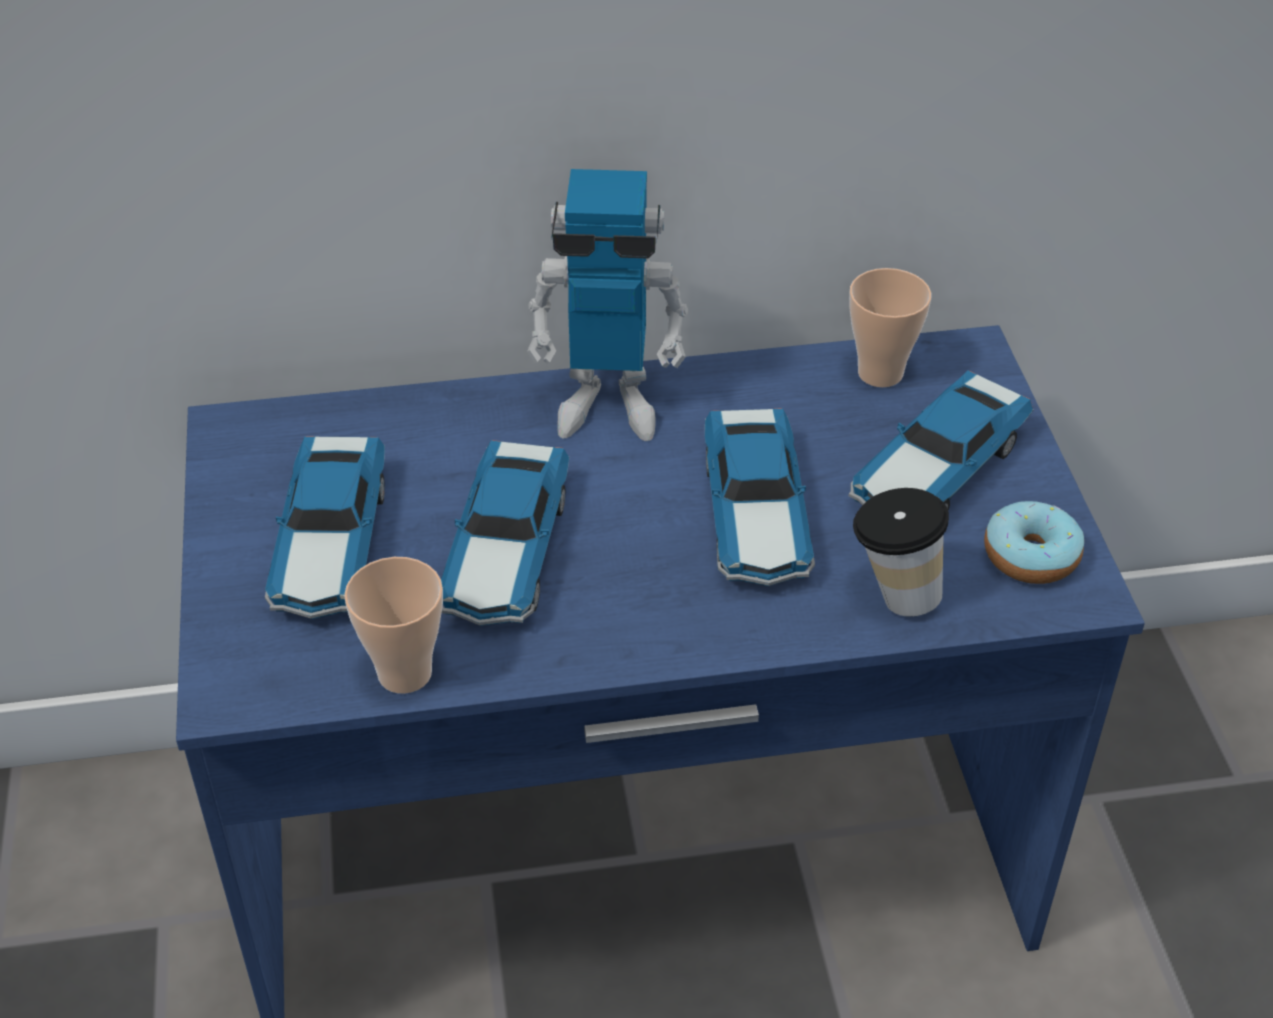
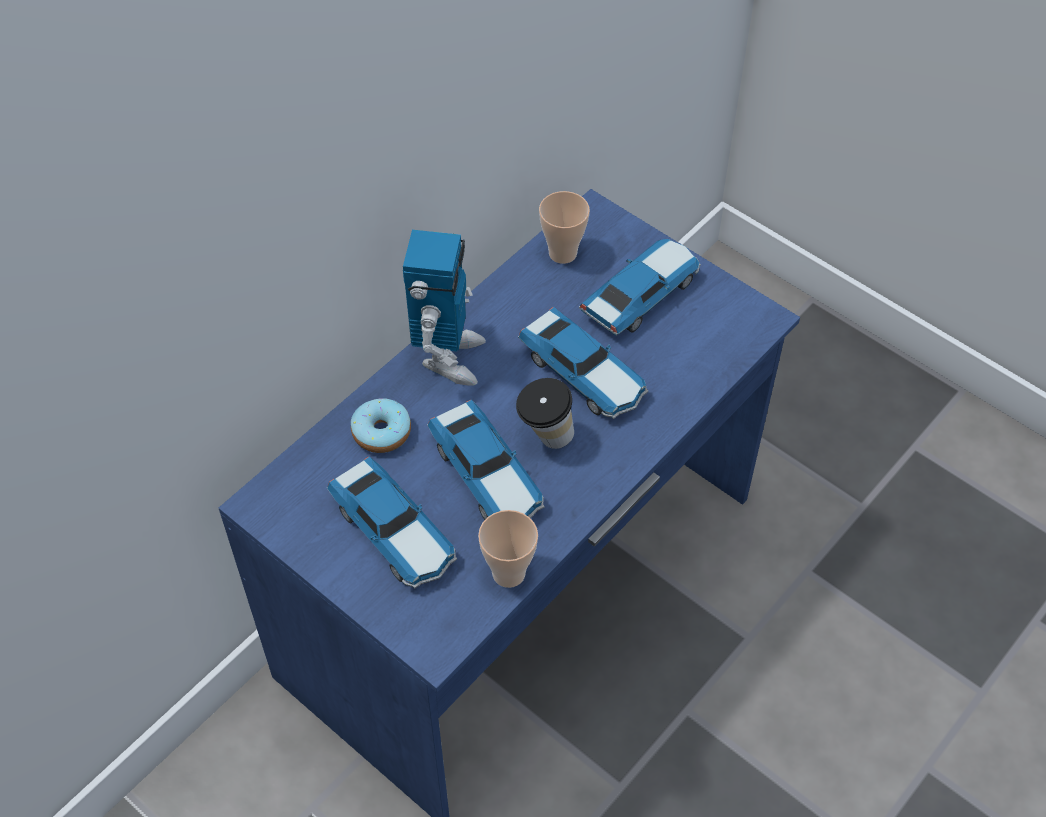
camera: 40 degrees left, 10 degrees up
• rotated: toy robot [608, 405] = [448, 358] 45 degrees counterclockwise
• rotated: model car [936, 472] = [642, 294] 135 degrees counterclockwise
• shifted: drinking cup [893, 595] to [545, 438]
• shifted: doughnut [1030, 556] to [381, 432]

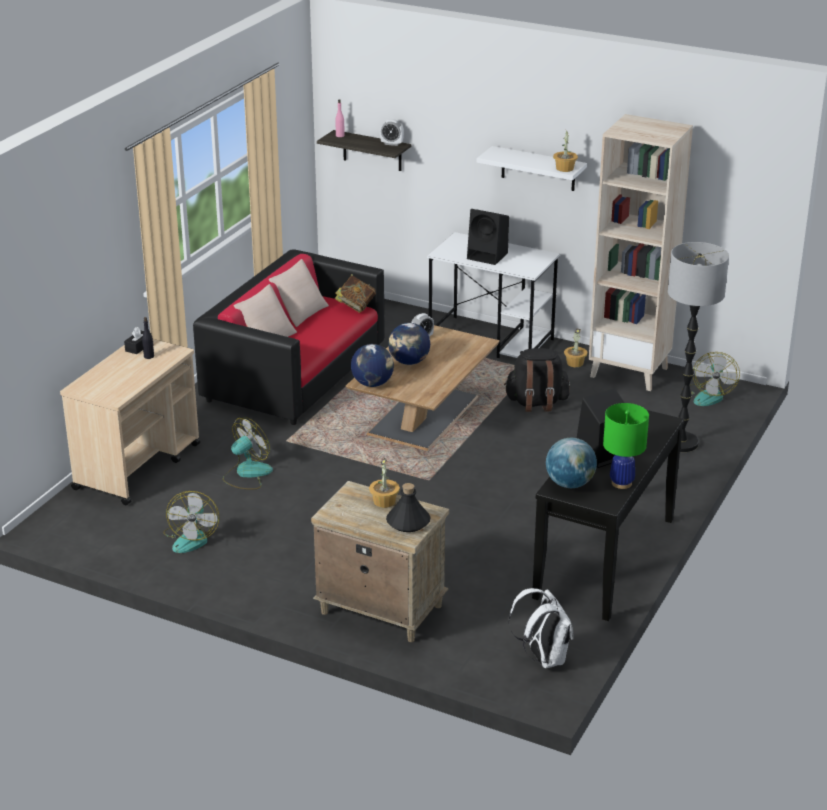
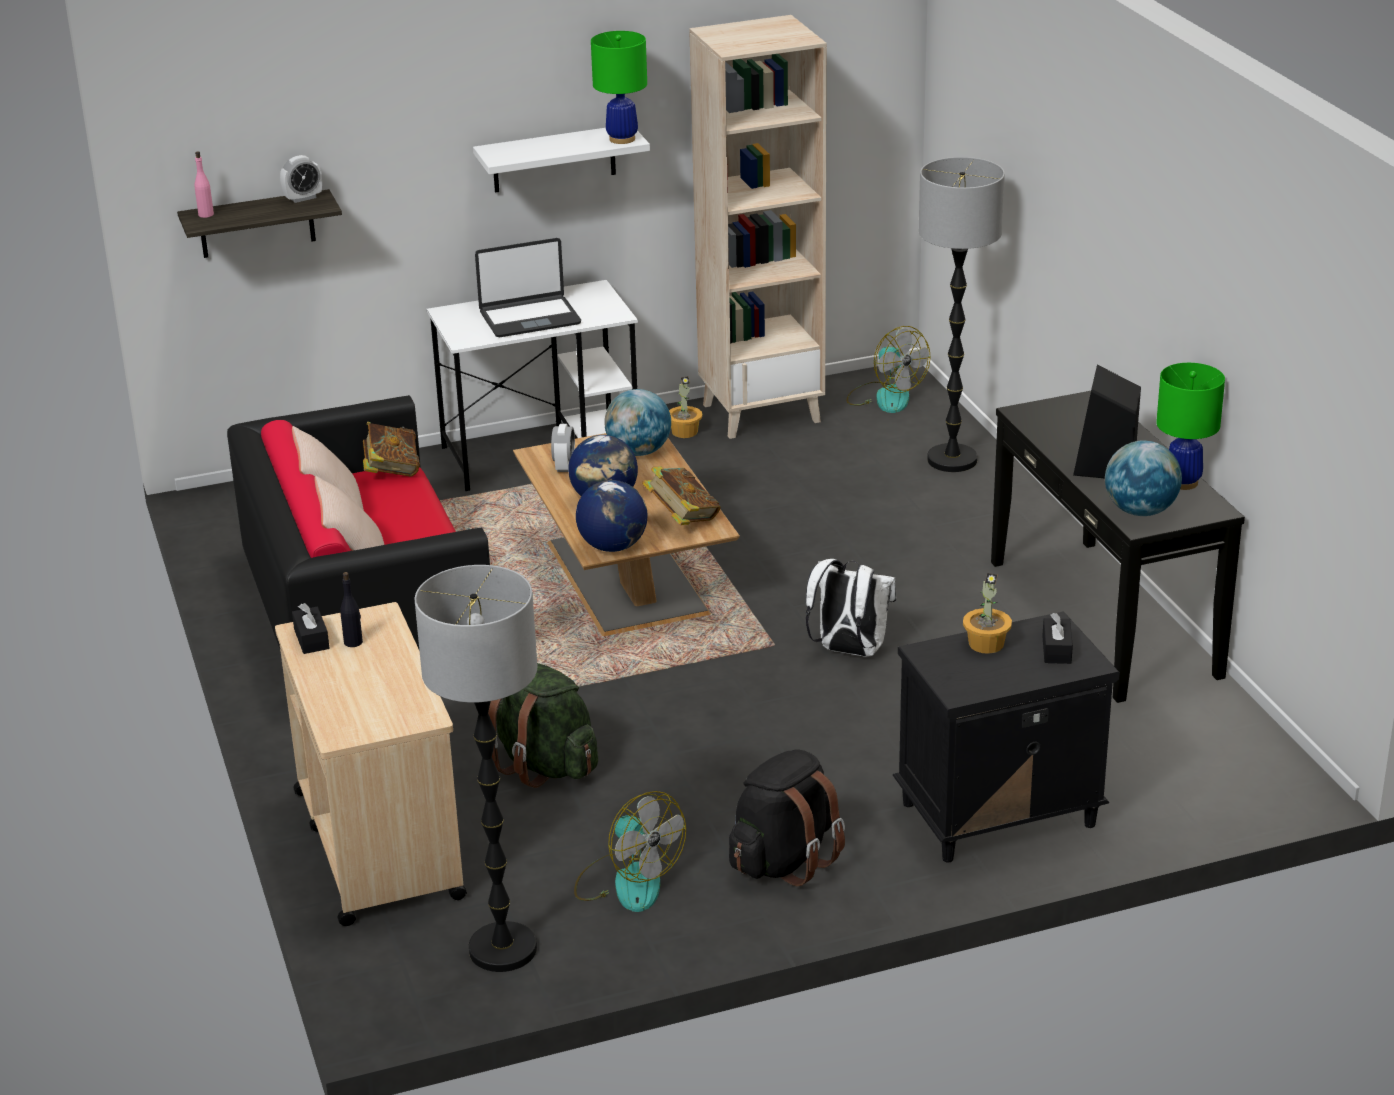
camera: 45 degrees left, 0 degrees up
• swapped: houseplant [564, 168] to green lamp for a table [622, 139]
• swapped: black audio speaker [488, 256] to laptop [529, 318]
• shifted: black rucksack [536, 403] to [784, 861]
• swapped: cooling fan [247, 474] to green rucksack [545, 766]
• repainted: sand-coloured nightstand [380, 609] to black nightstand [997, 815]
• swapped: black bottle [408, 522] to black tissue box [1056, 650]
• shifted: whitish rucksack [543, 658] to [848, 651]
• new: globe [638, 452]
• new: book [682, 519]
• new: standard lamp [502, 949]

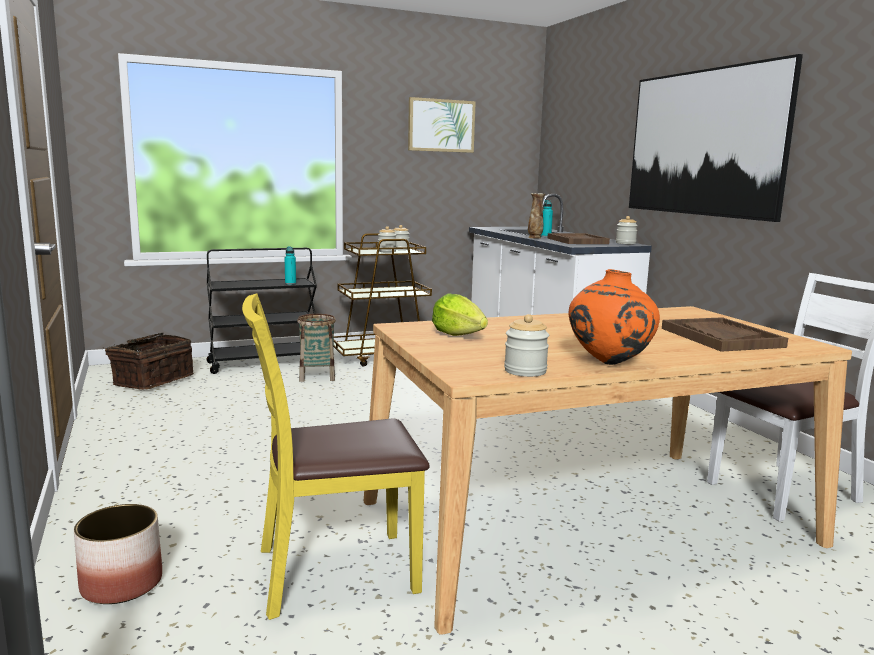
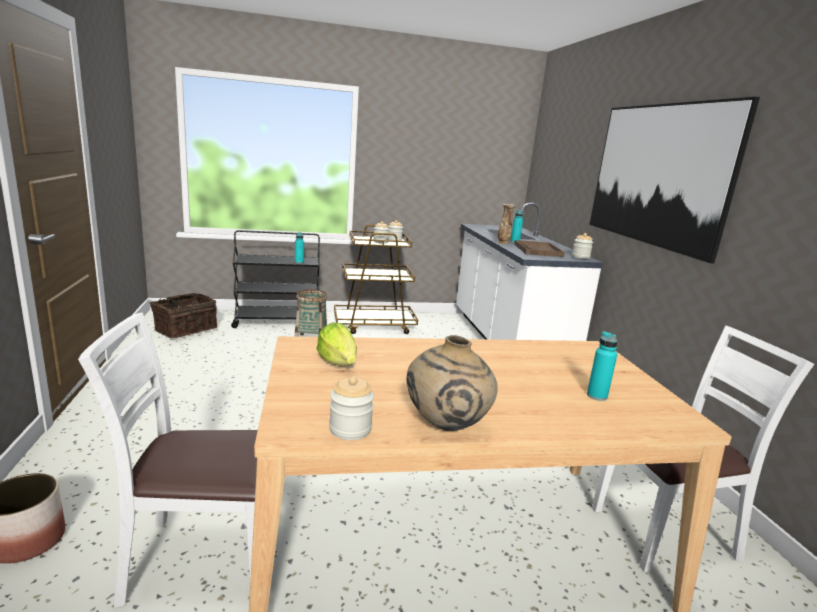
camera: 10 degrees right, 5 degrees up
• gone: picture [441, 125]
• repainted: orange flower vase [608, 363] to sand-coloured flower vase [446, 427]
• repainted: yellow-coloured upright chair [335, 571] to whitish upright chair [201, 559]
• swapped: brownish serving tray [720, 337] to turquoise-coloured bottle [597, 396]

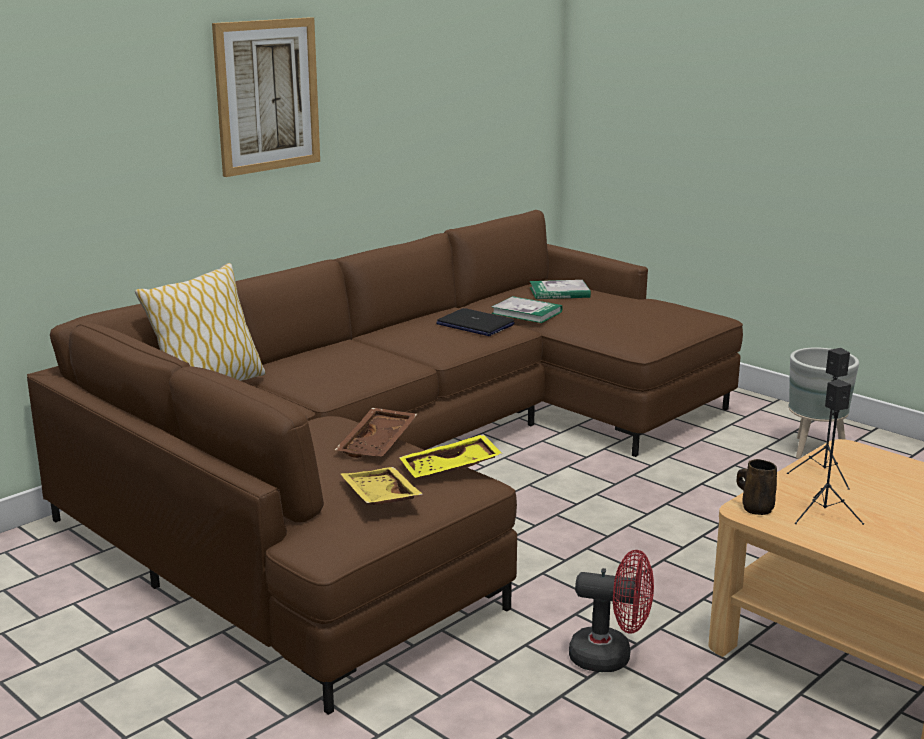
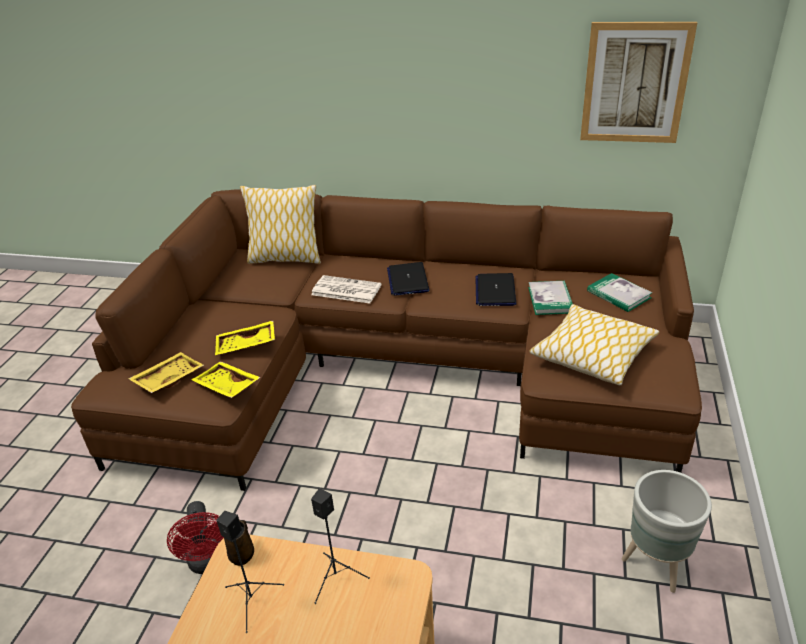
camera: 60 degrees right, 15 degrees up
• shifted: picture [267, 95] to [635, 83]
• repainted: brownish serving tray [379, 444] to yellow-coloured serving tray [246, 345]
• new: laptop [407, 280]
• new: printed paper [345, 290]
• new: cushion [592, 354]

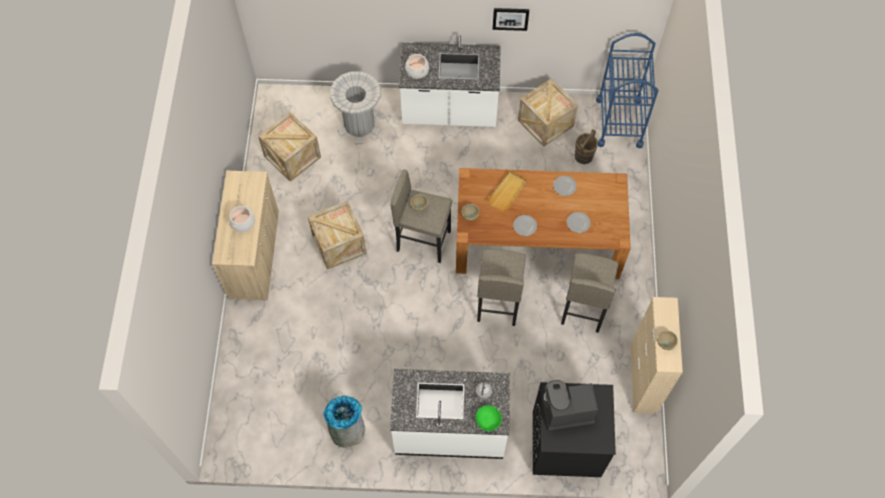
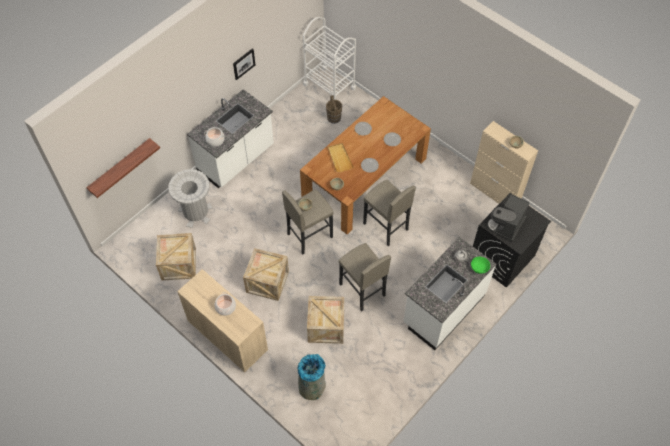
camera: 50 degrees left, 5 degrees down
• repainted: blue-coloured trolley [619, 122] to whitish trolley [329, 86]
• shifted: shipping crate [545, 123] to [326, 326]
• shifted: gray stool seat [583, 307] to [362, 290]
• shifted: gray waste bin [348, 431] to [312, 386]
• new: shelf [120, 167]

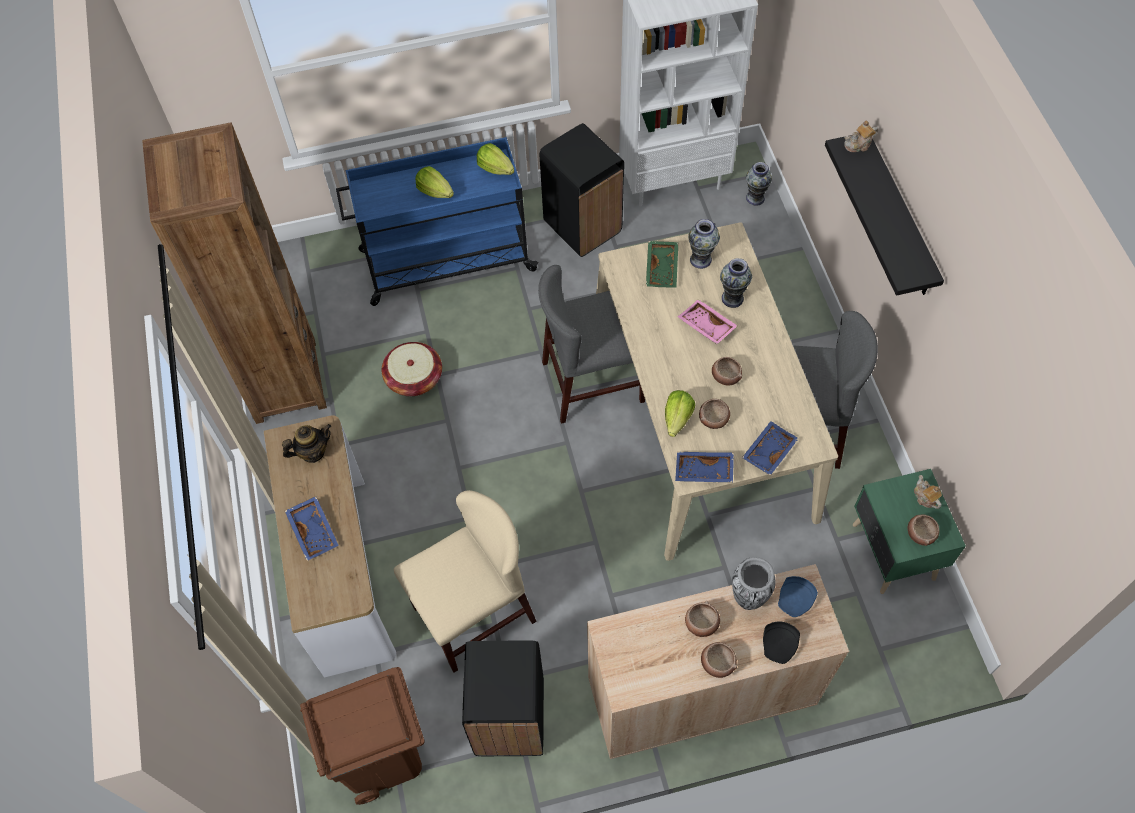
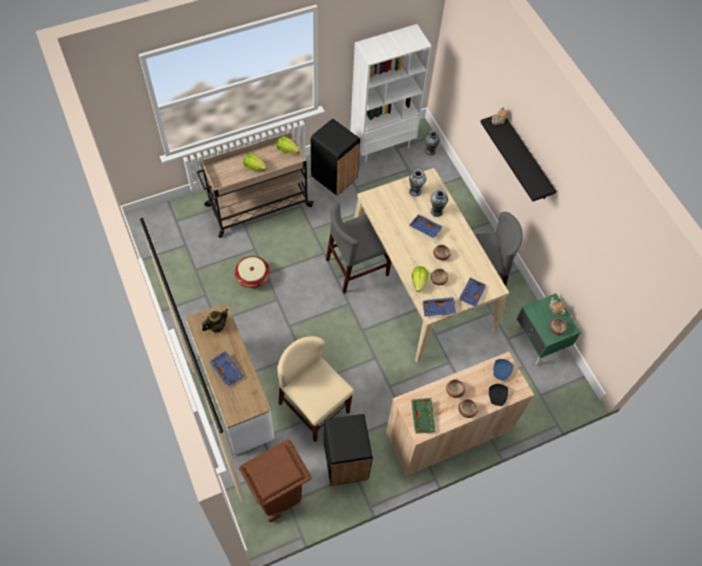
camera: 15 degrees left, 0 degrees up
• gone: brownish bookshelf [285, 381]
• repainted: blue-coloured trolley [445, 261] to sand-coloured trolley [257, 206]
• shifted: green serving tray [663, 268] to [423, 417]
• repainted: pinkish serving tray [706, 326] to blue-coloured serving tray [425, 229]
• rotated: sand-coloured upright chair [474, 614] = [314, 407] 90 degrees counterclockwise
• gone: flower vase [748, 597]

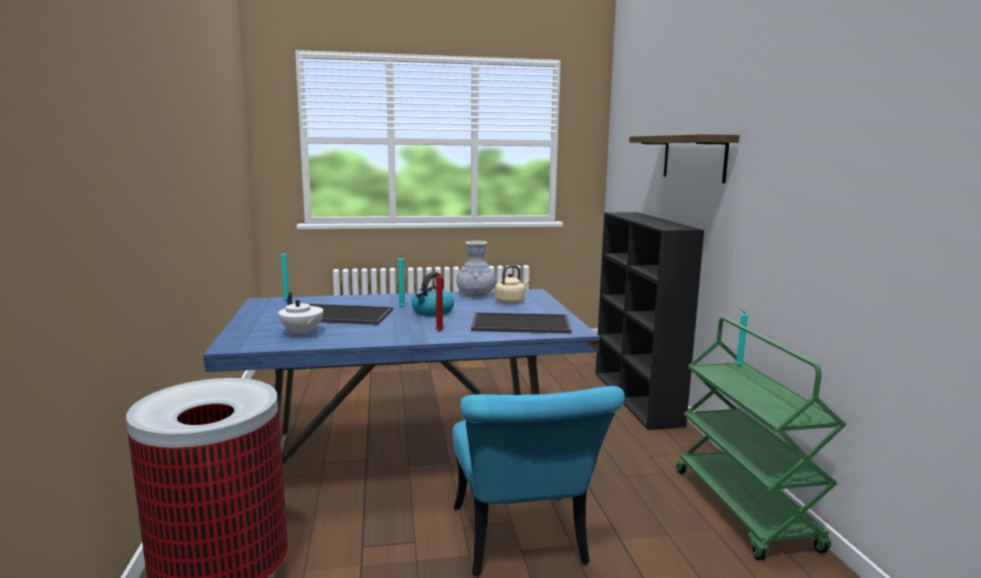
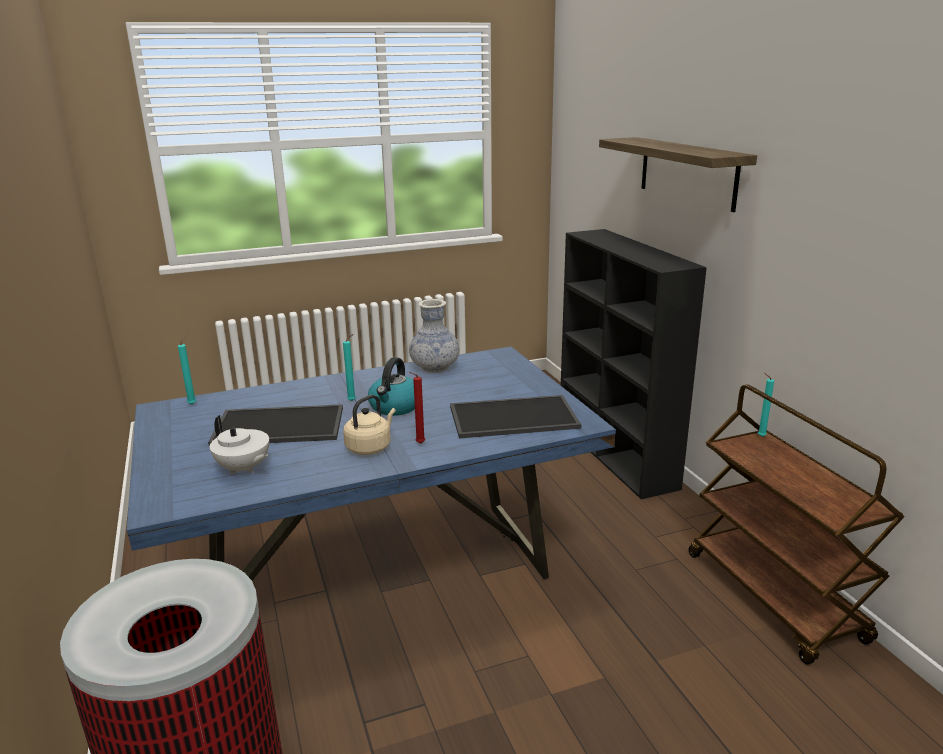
camera: 10 degrees left, 10 degrees up
• shifted: sand-coloured tea kettle [511, 301] to [370, 447]
• repainted: green trolley [745, 509] to brownish trolley [774, 597]
• gone: turquoise-coloured upright chair [523, 544]

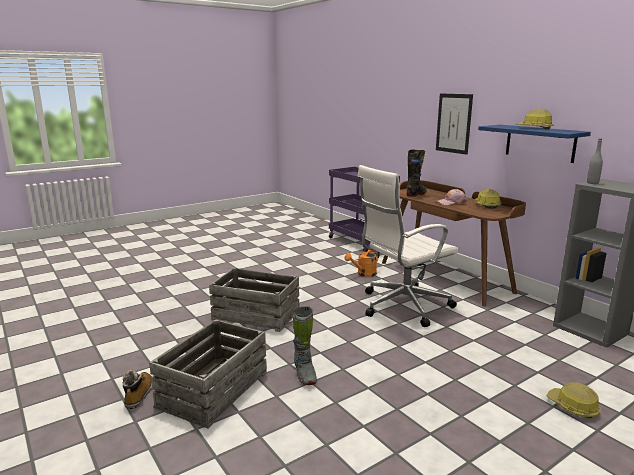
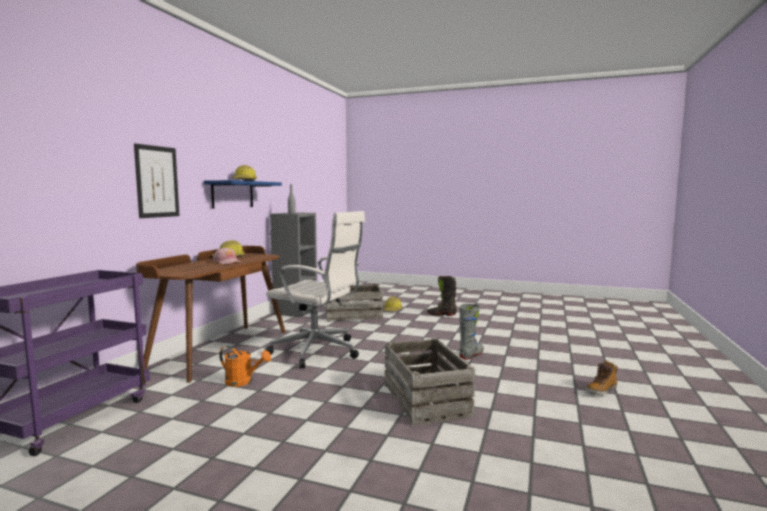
camera: 125 degrees left, 10 degrees down
• shifted: black boot [416, 194] to [441, 314]
• shifted: shipping crate [214, 390] to [353, 315]

